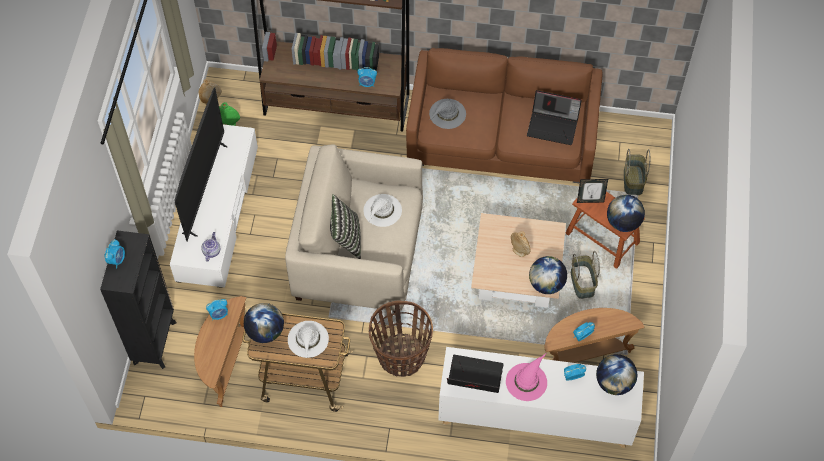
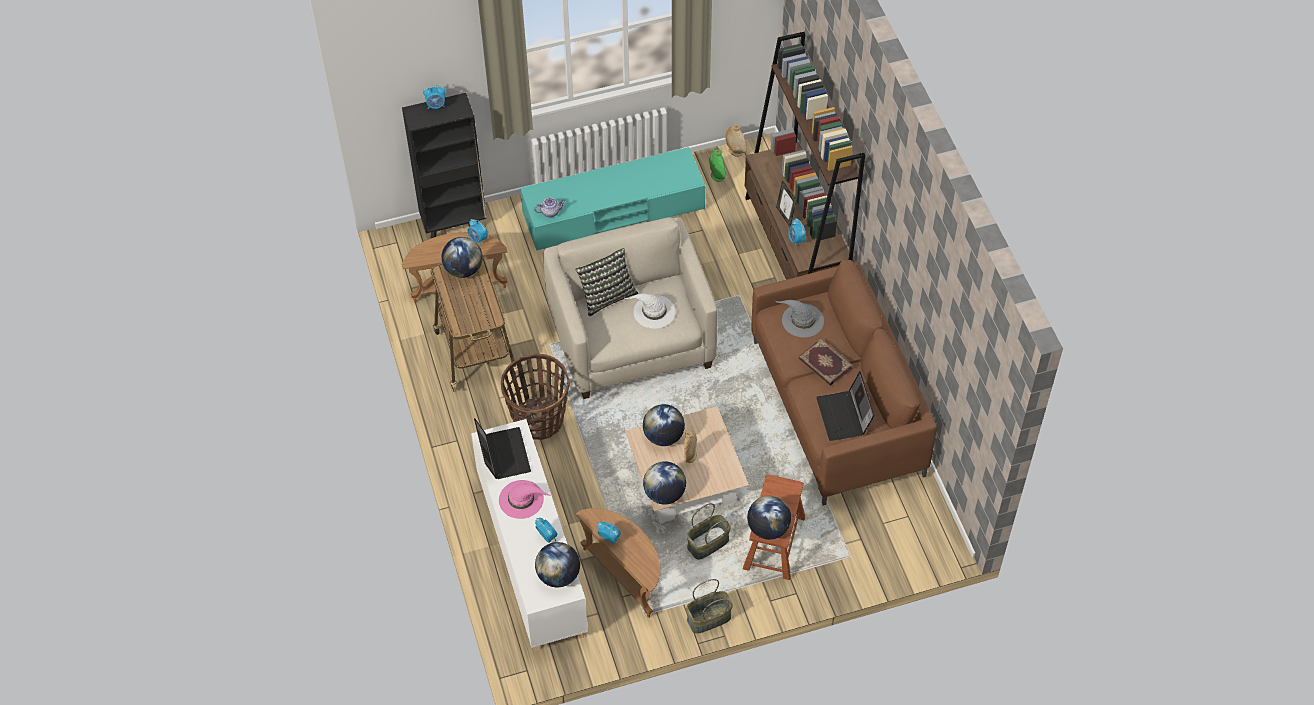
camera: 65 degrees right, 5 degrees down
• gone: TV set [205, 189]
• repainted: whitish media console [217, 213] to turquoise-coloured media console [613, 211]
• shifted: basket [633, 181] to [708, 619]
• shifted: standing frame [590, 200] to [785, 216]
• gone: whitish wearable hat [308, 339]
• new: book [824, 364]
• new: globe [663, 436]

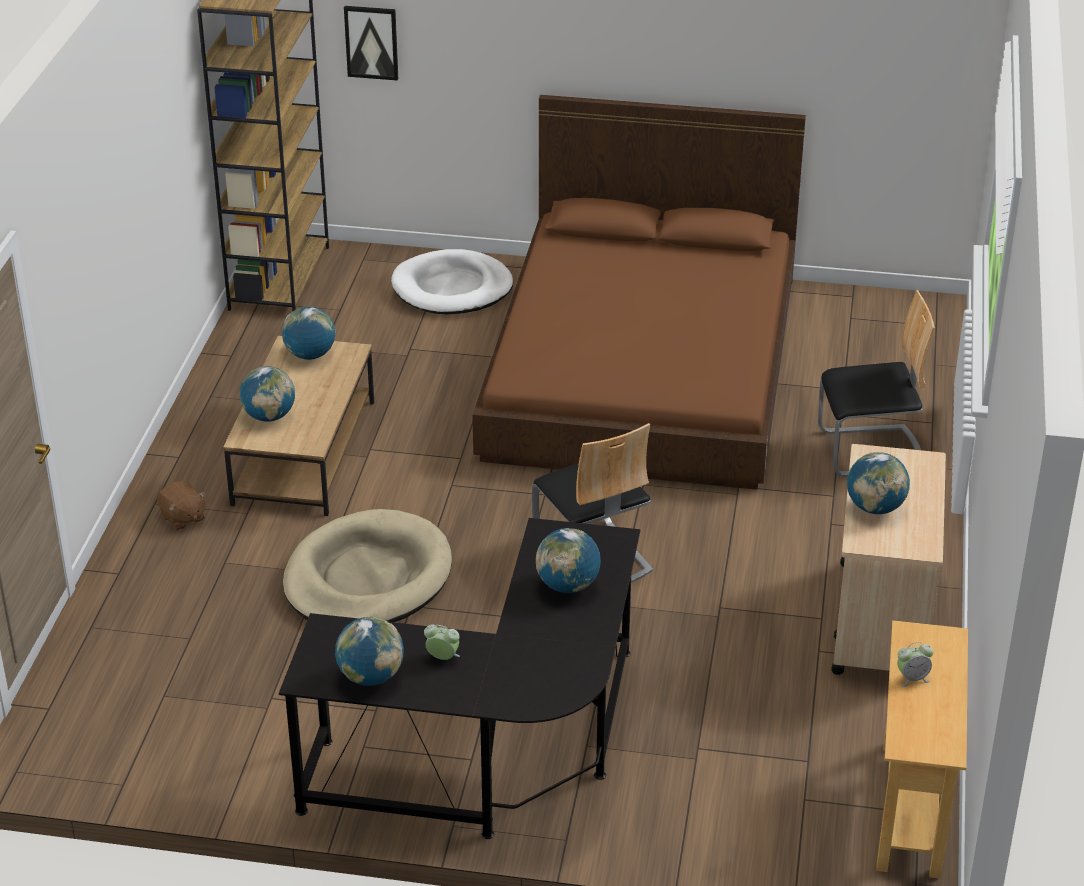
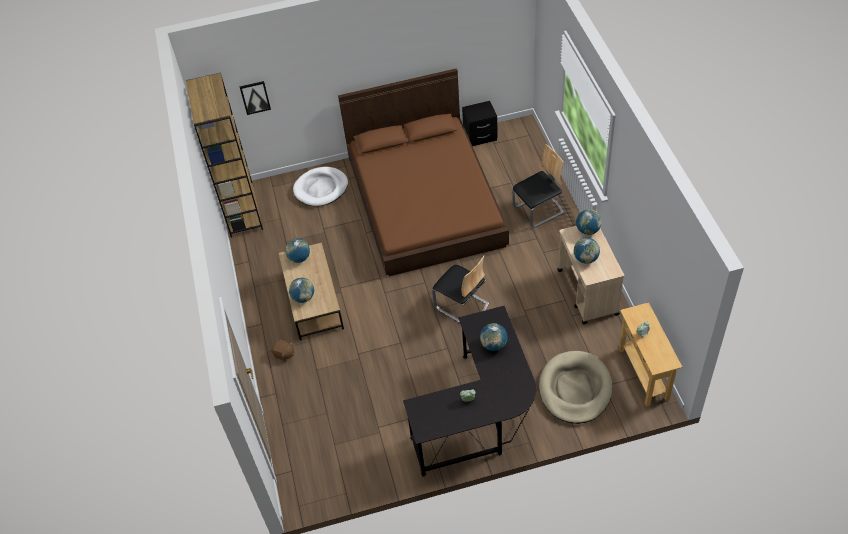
camera: 20 degrees left, 15 degrees up
• shifted: sand-coloured dog bed [367, 578] to [575, 389]
• shifted: globe [371, 677] to [588, 230]
• new: black nightstand [480, 136]

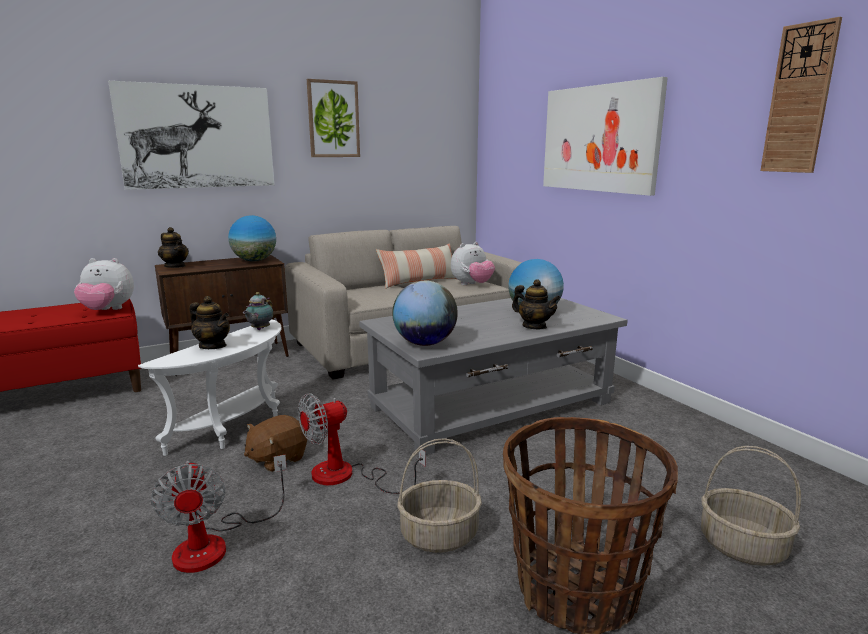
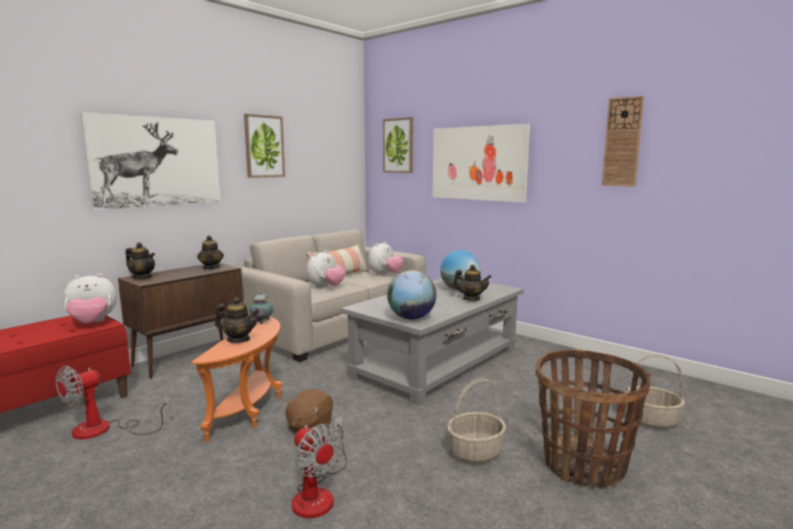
camera: 20 degrees left, 5 degrees down
• swapped: globe [254, 261] to tea pot [211, 268]
• repainted: whitish end table [236, 427] to orange end table [251, 410]
• shifted: cooling fan [346, 476] to [104, 430]
• new: picture [398, 145]
• new: soft toy [326, 288]

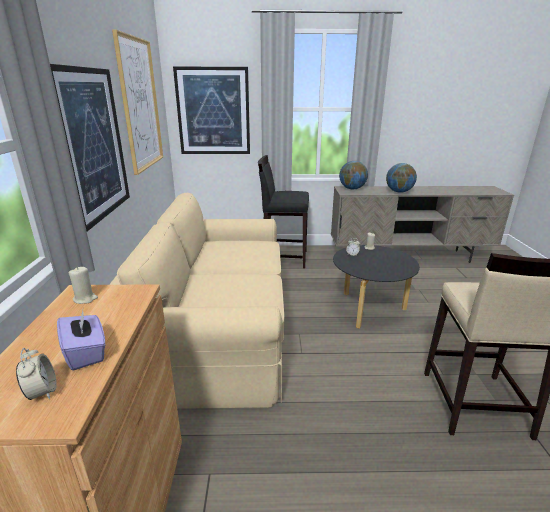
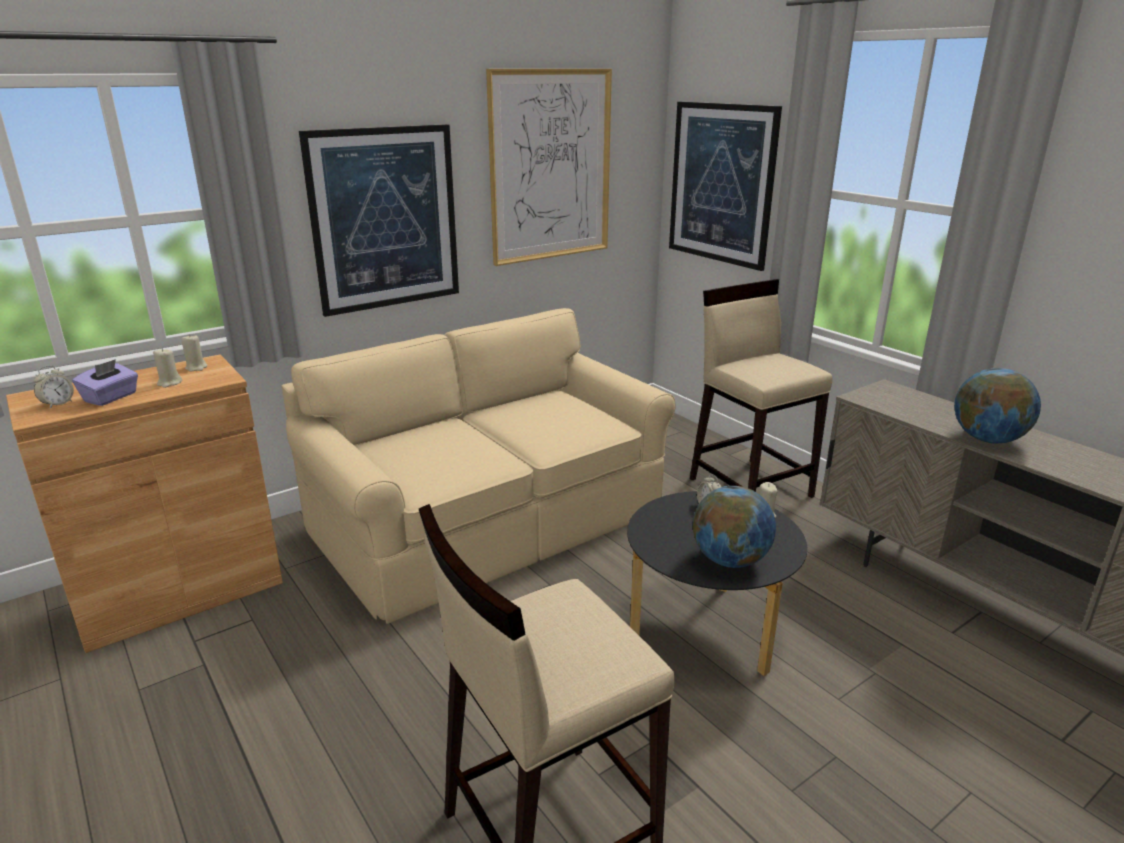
camera: 55 degrees right, 0 degrees up
• repainted: black stool seat [283, 258] to sand-coloured stool seat [750, 486]
• shifted: globe [352, 189] to [730, 560]
• new: sand-coloured wax candle [169, 383]

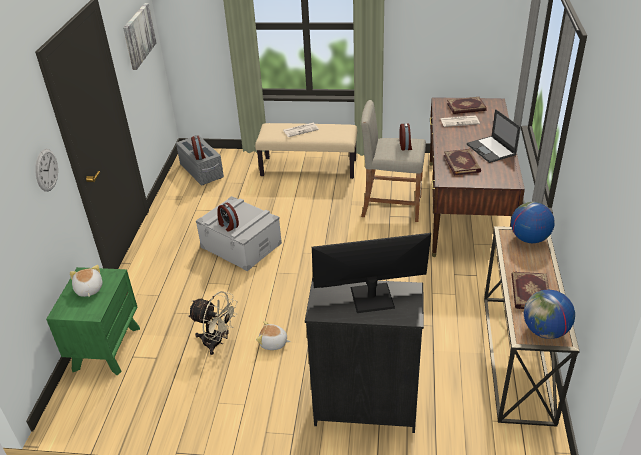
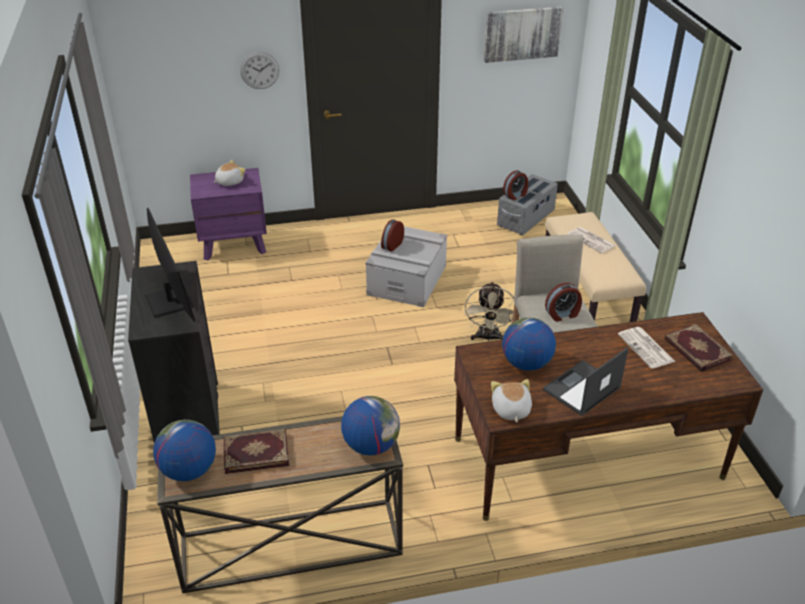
camera: 70 degrees right, 0 degrees up
• swapped: book [462, 163] to globe [526, 363]
• repainted: green nightstand [106, 348] to purplish nightstand [234, 244]
• shifted: sand-coloured cooling fan [217, 342] to [488, 338]
• shifted: soft toy [273, 343] to [510, 410]

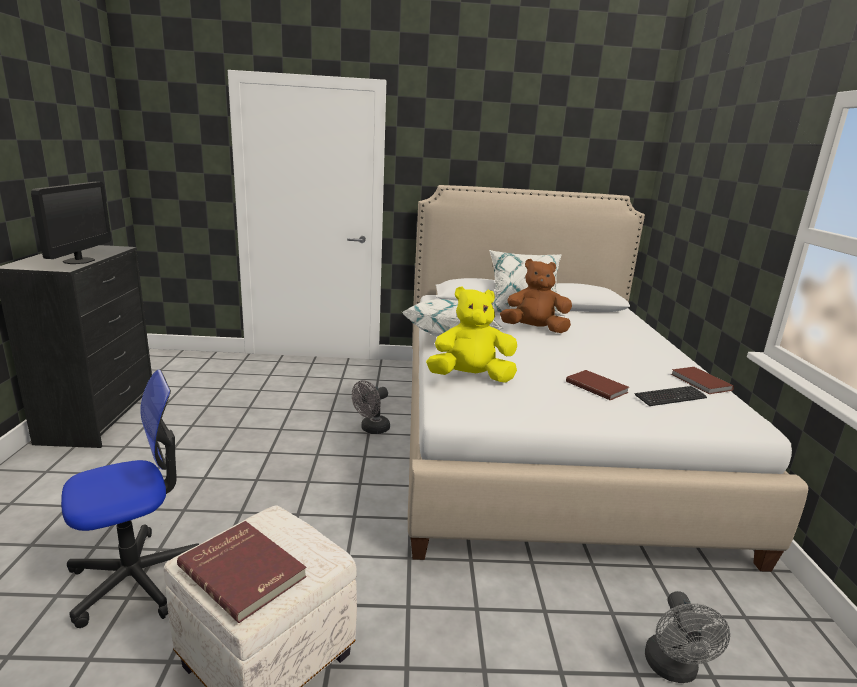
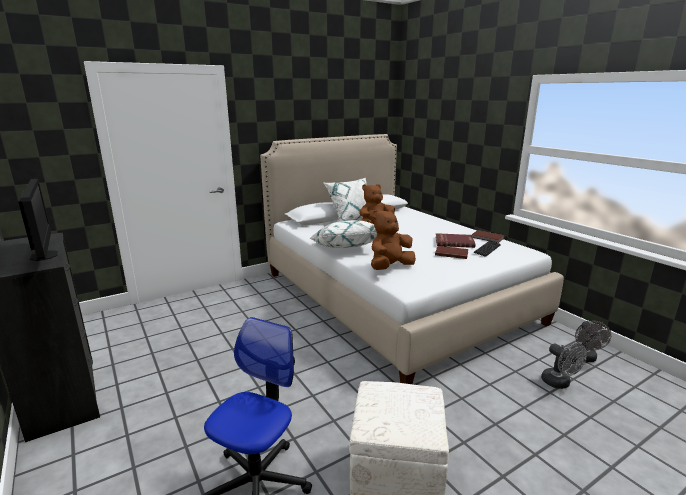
camera: 30 degrees left, 0 degrees up
• repainted: yellow-coloured soft toy [471, 378] to brownish soft toy [390, 267]
• shifted: gray cooling fan [371, 429] to [584, 358]
• shifted: reddish book [244, 571] to [454, 242]

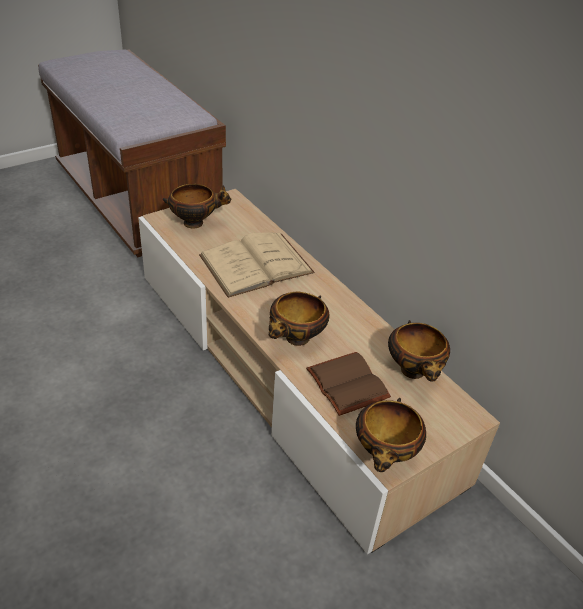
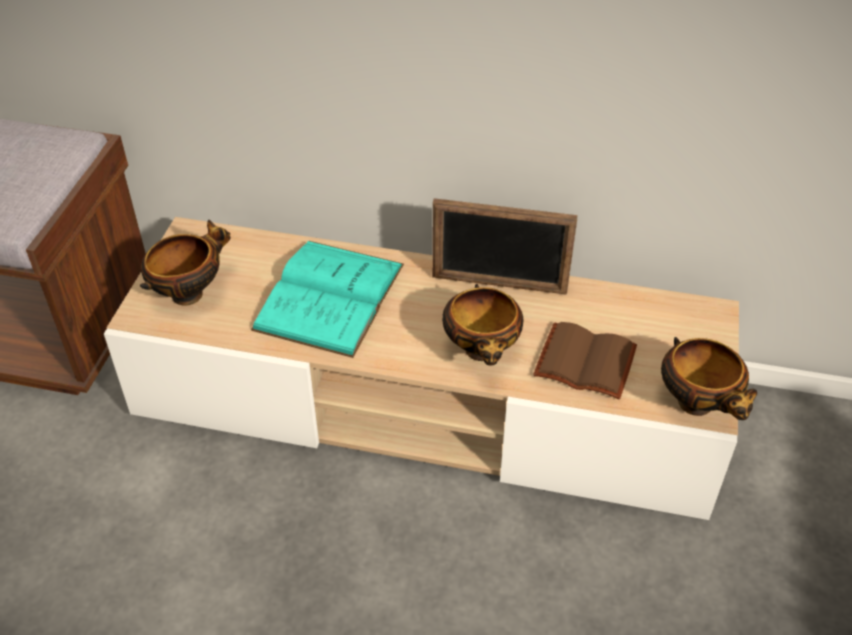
camera: 40 degrees left, 5 degrees up
• repainted: sand-coloured book [256, 264] to turquoise-coloured book [329, 296]
• gone: bowl [414, 372]
• new: standing frame [499, 284]

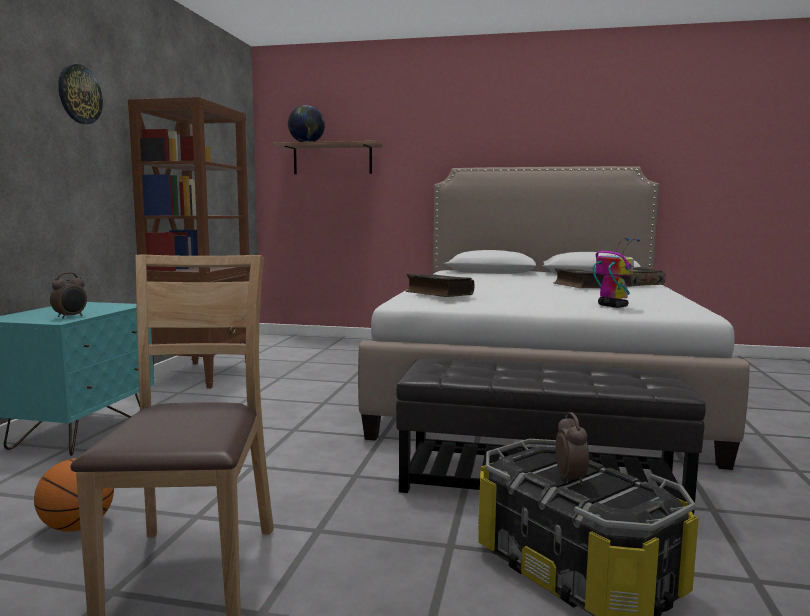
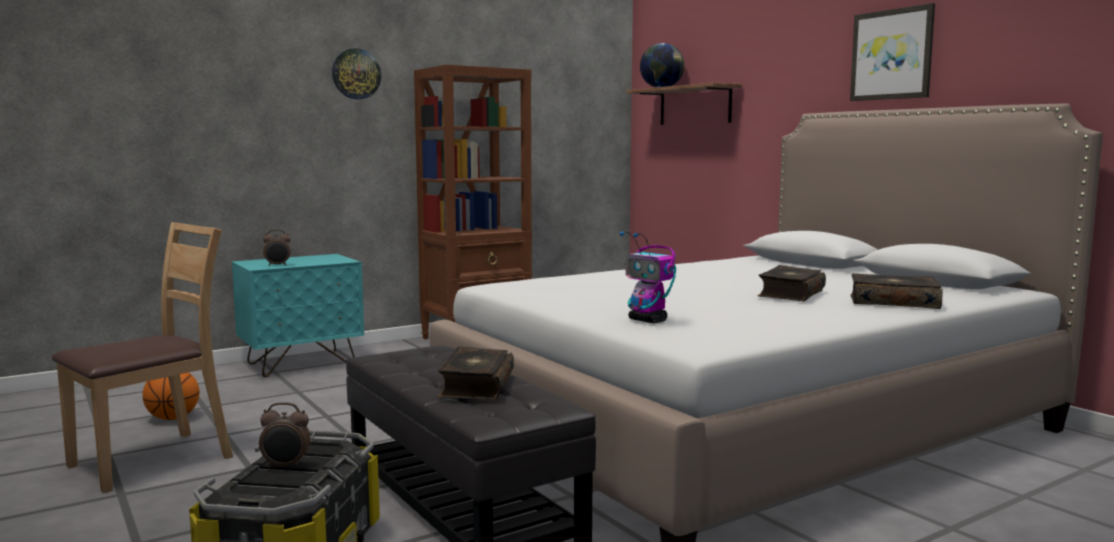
camera: 45 degrees right, 0 degrees up
• rotated: toy robot [612, 306] = [648, 320] 120 degrees clockwise
• shifted: book [438, 294] to [475, 386]
• rotated: alarm clock [571, 478] = [286, 466] 45 degrees clockwise
• new: picture [892, 54]

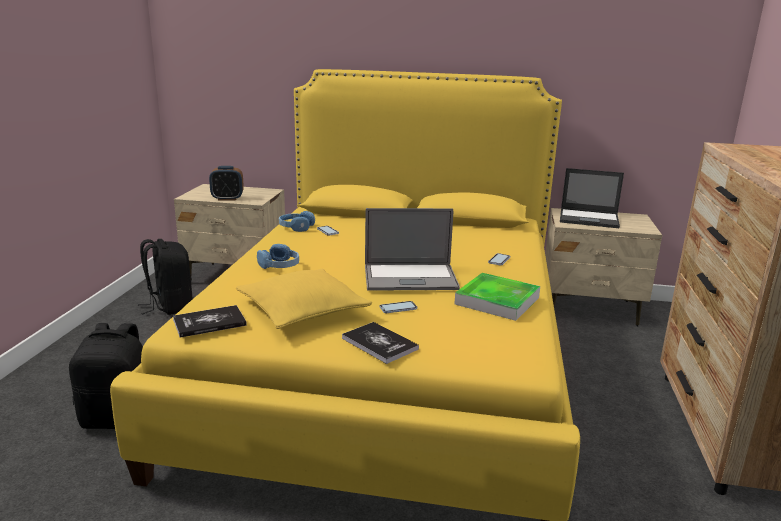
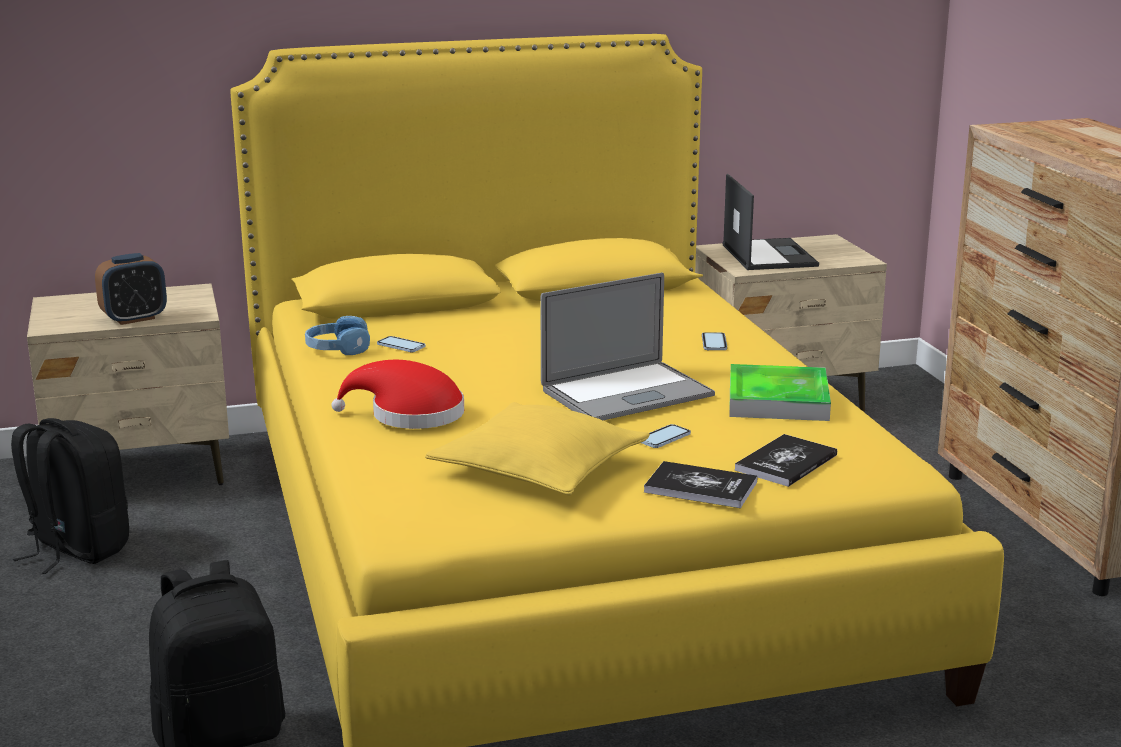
camera: 25 degrees left, 0 degrees up
• rotated: laptop [589, 219] = [768, 255] 90 degrees counterclockwise
• swapped: blue-coloured headset [279, 266] to reddish wearable hat [409, 414]
• shifted: book [209, 322] to [786, 462]

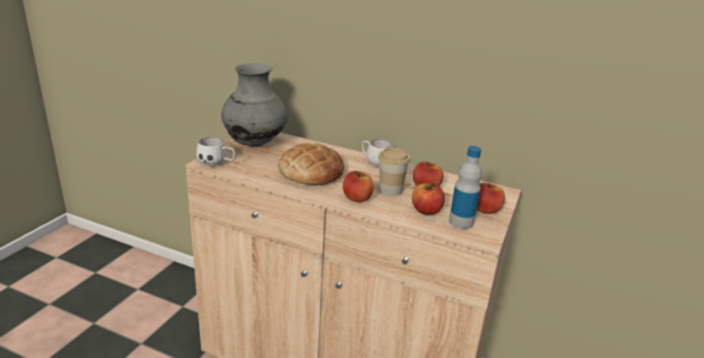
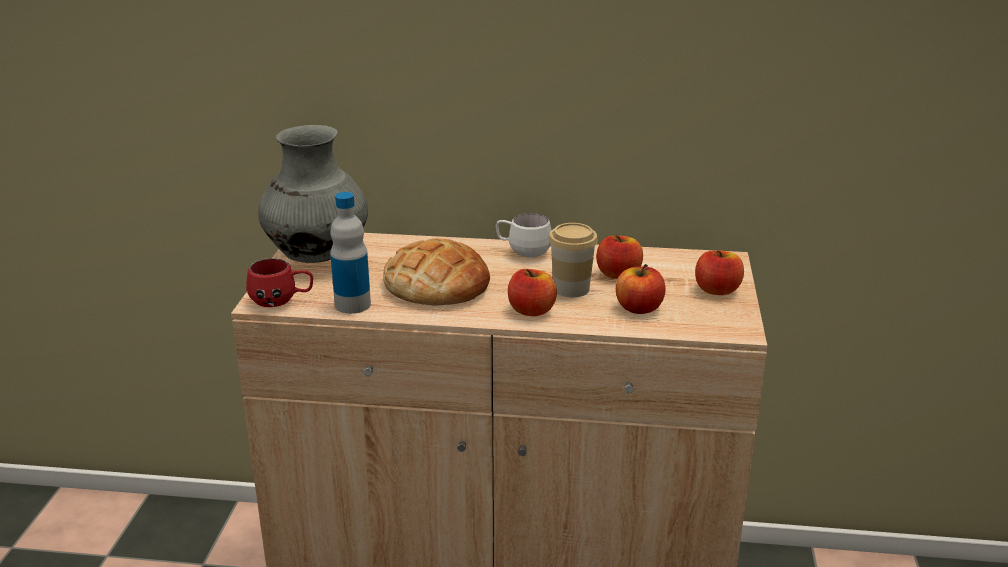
camera: 15 degrees left, 0 degrees up
• repainted: whitish mug [217, 164] to reddish mug [282, 302]
• shifted: bottle [461, 222] to [352, 305]

